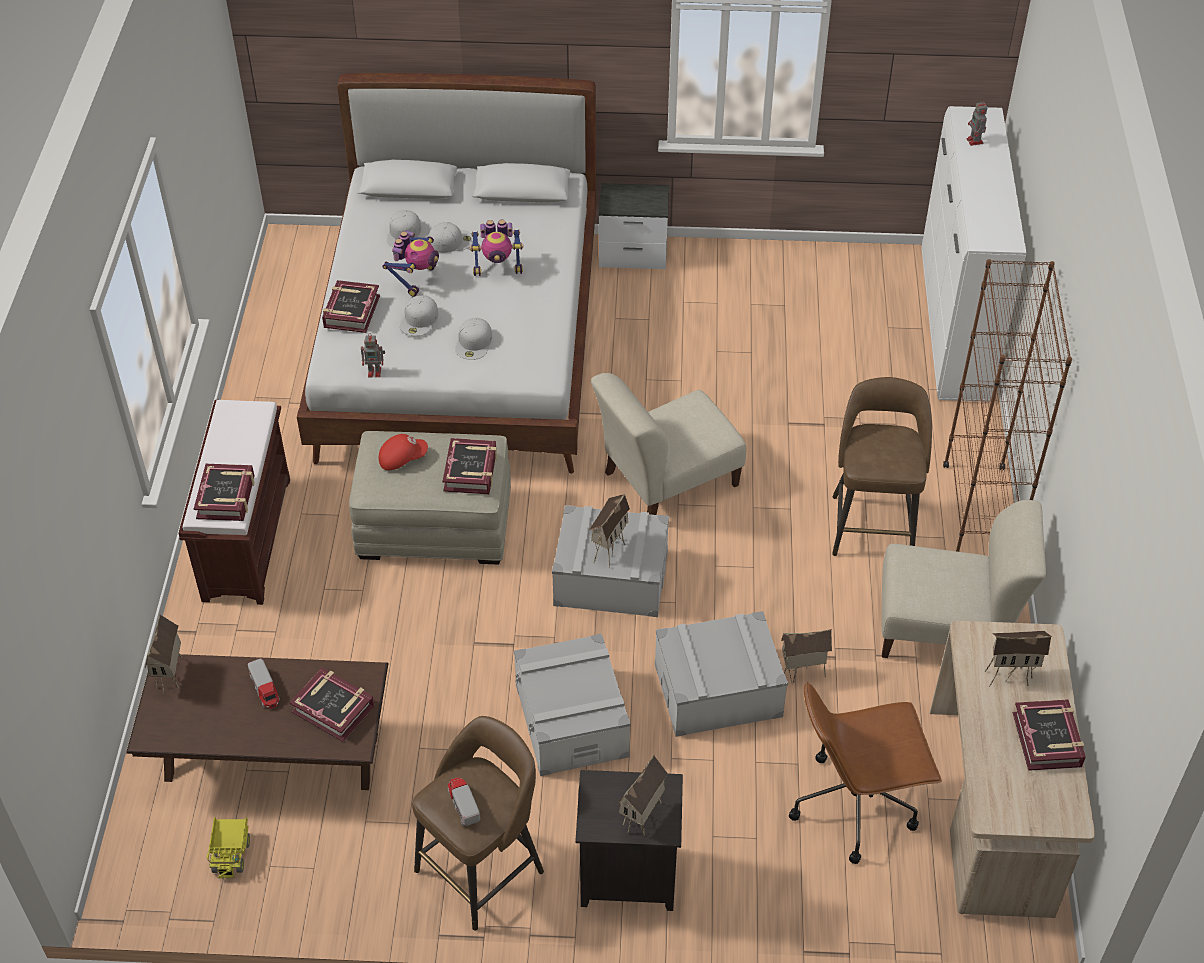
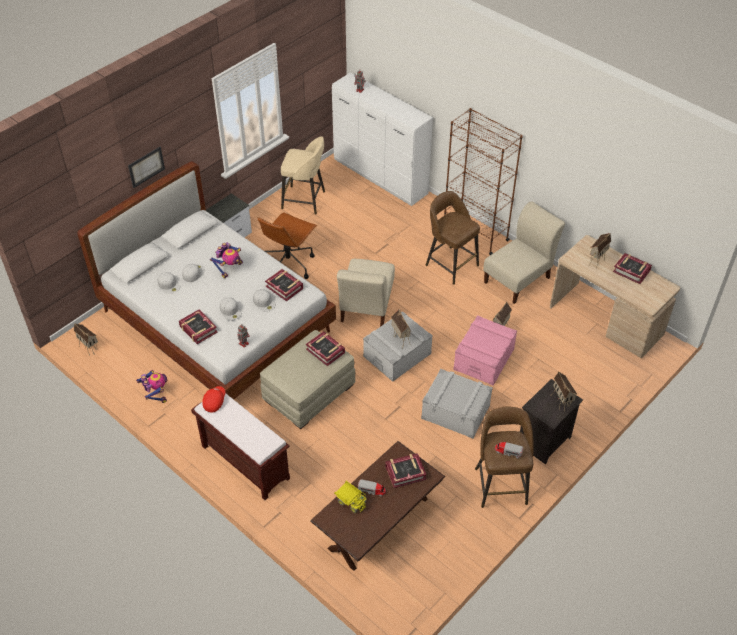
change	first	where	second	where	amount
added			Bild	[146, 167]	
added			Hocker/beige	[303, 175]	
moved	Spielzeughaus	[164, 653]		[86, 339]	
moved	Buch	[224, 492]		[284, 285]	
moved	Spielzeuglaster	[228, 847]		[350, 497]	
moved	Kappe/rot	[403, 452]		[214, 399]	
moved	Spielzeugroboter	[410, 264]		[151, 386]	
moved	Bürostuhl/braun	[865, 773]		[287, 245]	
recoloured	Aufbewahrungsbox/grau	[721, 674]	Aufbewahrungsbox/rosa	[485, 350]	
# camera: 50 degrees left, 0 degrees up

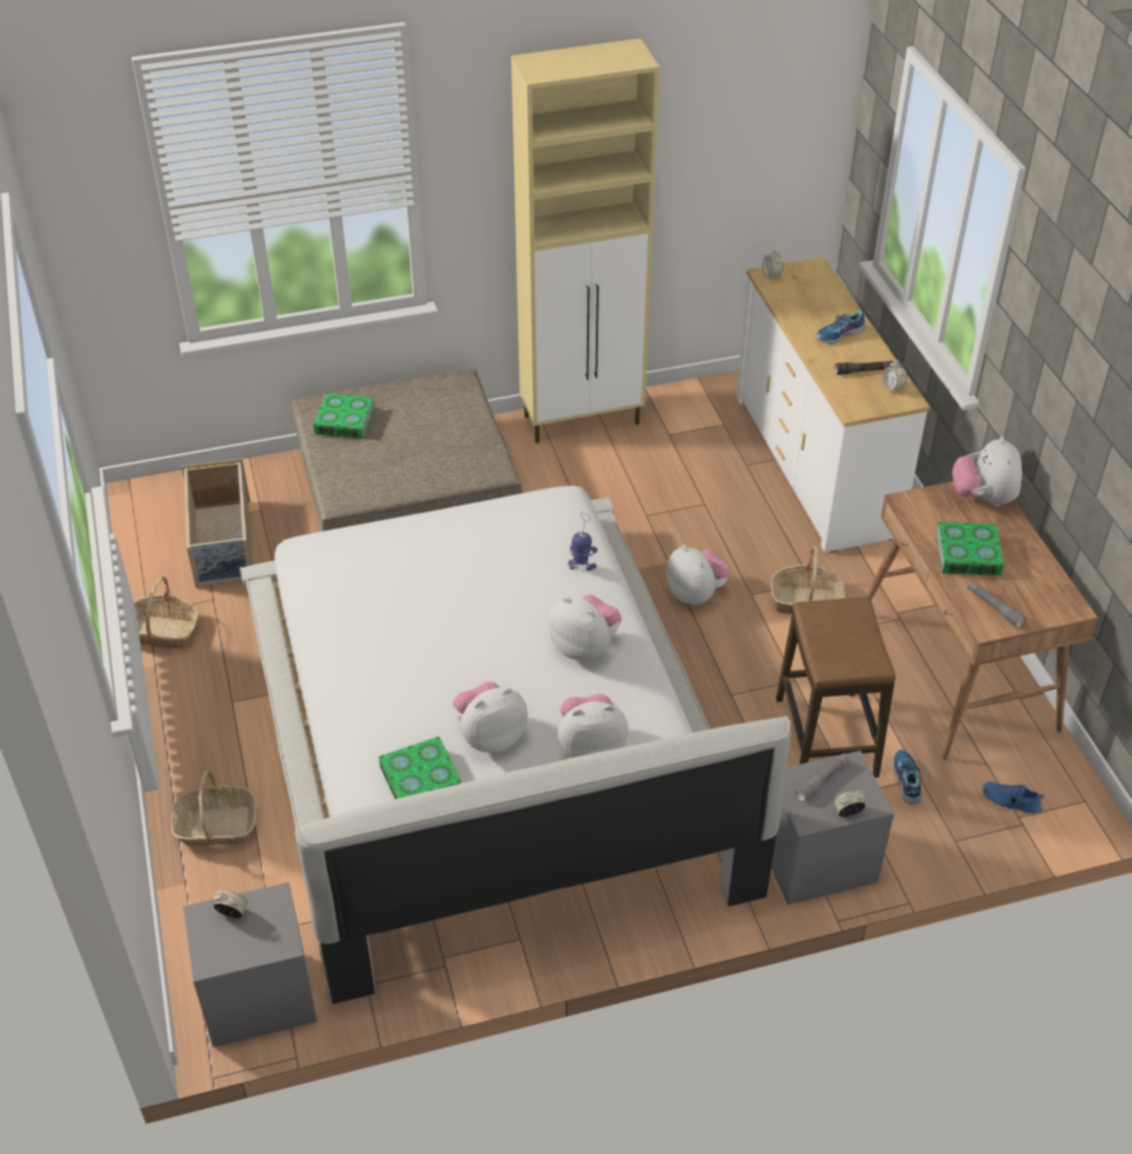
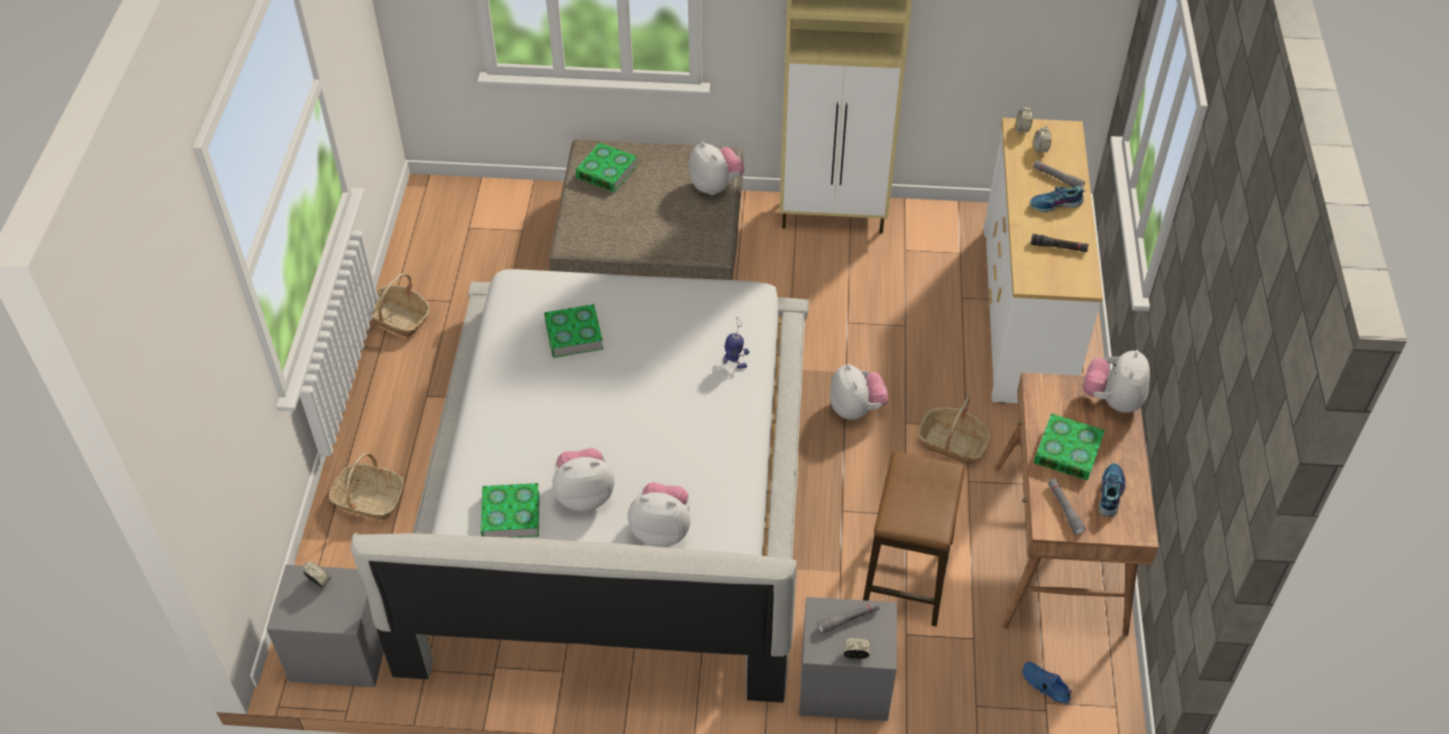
change	first	where	second	where	amount
removed	Aufbewahrungsbox/beige	[217, 523]			
added			Buch	[573, 331]	
added			Taschenlampe/grau	[1059, 174]	
moved	Plüschtier	[585, 628]		[716, 168]	
moved	Wecker	[894, 377]		[1042, 140]	
moved	Schuh	[907, 777]		[1112, 490]	
# camera: 20 degrees right, 5 degrees up

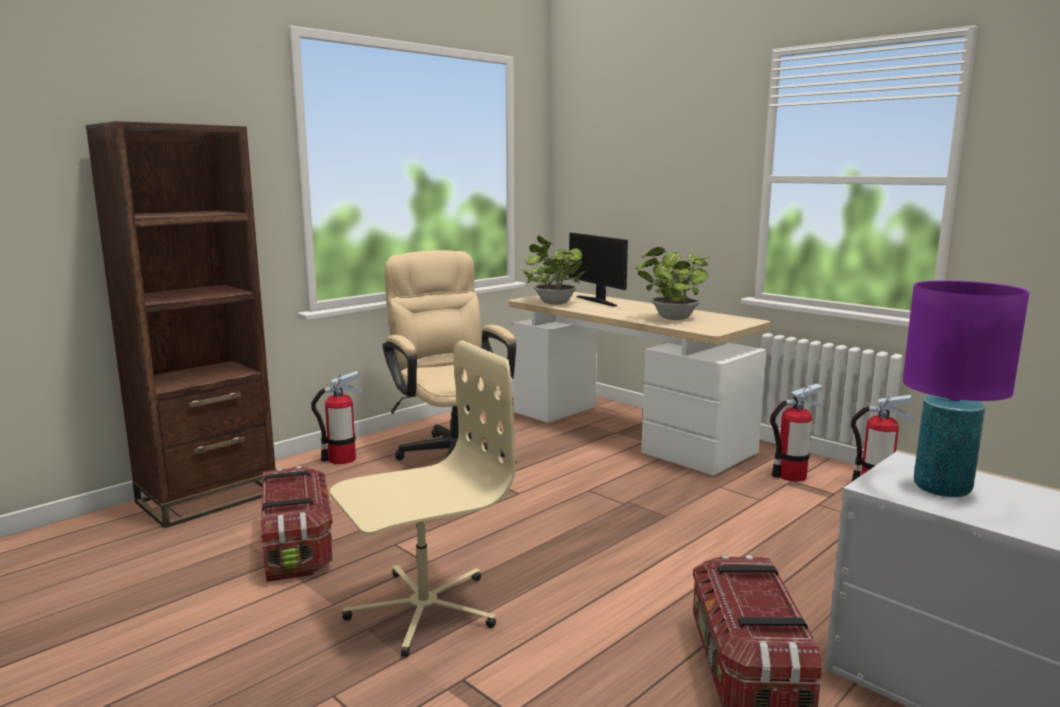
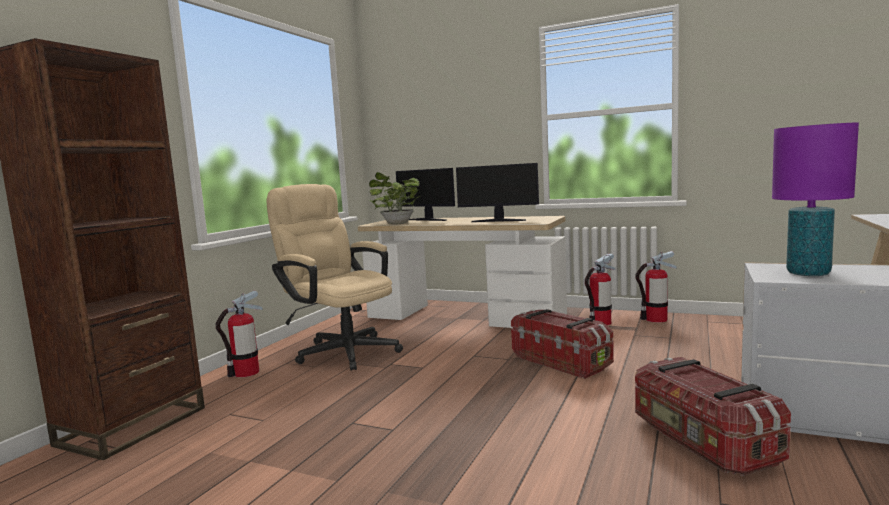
change	first	where	second	where	amount
removed	Bürostuhl/beige	[423, 498]			
moved	Aufbewahrungsbox	[296, 524]		[562, 344]	
replaced	Topfpflanze	[672, 283]	Monitor	[497, 192]	
# camera: 20 degrees left, 5 degrees down

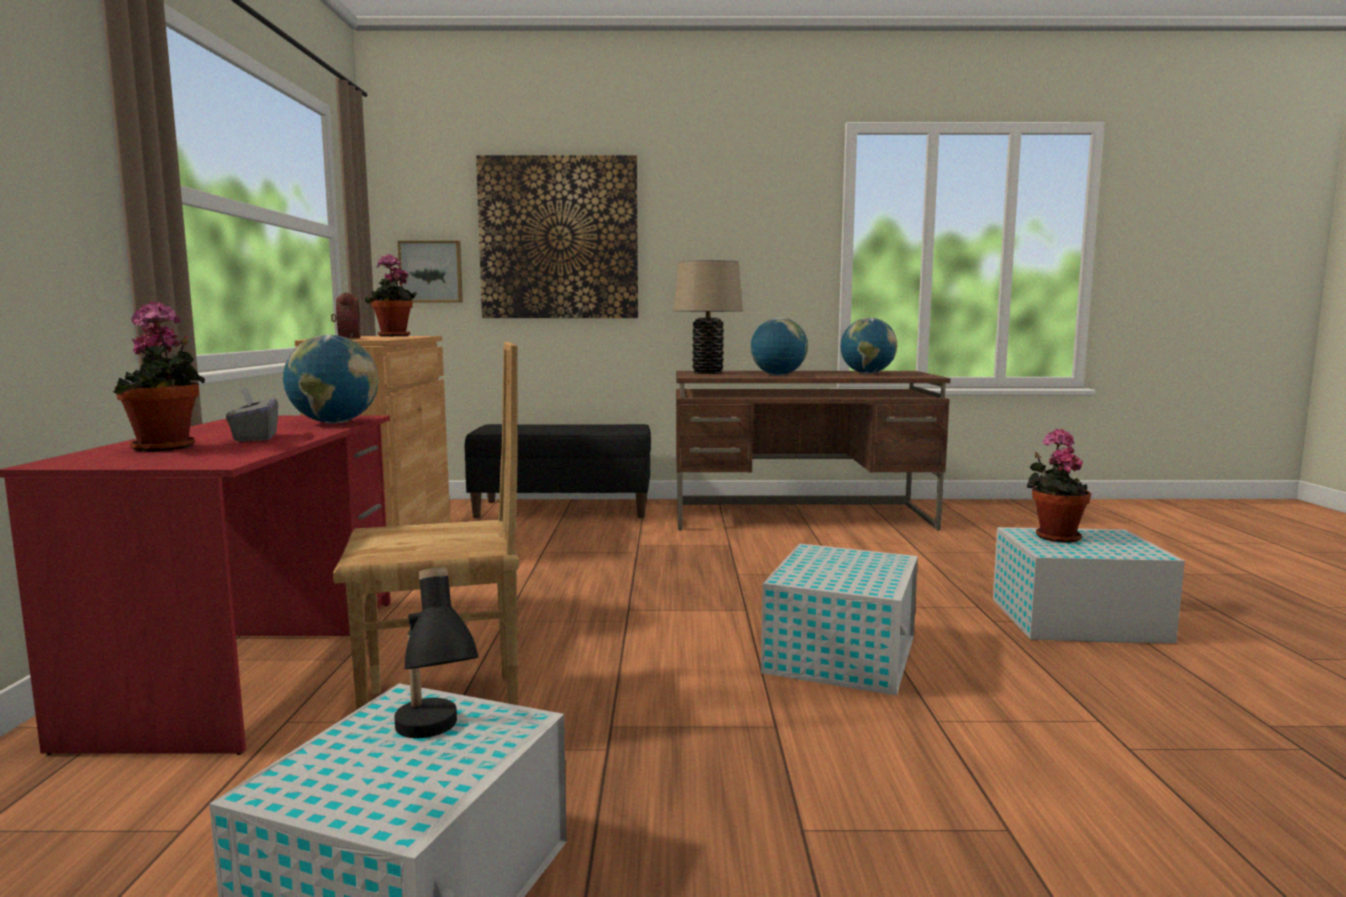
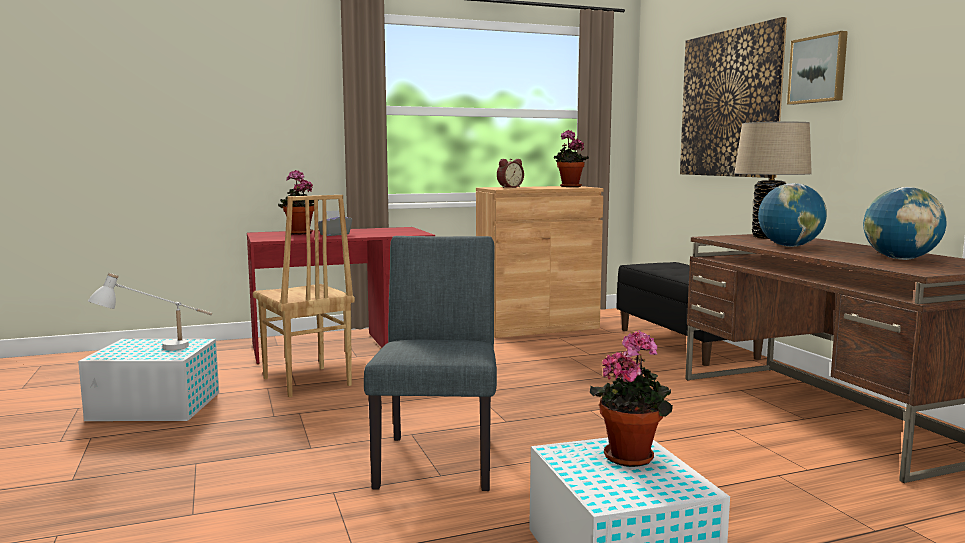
change	first	where	second	where	amount
removed	Globus	[330, 379]			
moved	Bild	[430, 272]		[817, 68]	
replaced	Aufbewahrungsbox/weiß	[839, 619]	Stuhl/grau	[430, 363]	
recoloured	Tischlampe/schwarz	[437, 653]	Tischlampe/weiß	[150, 311]	
# camera: 70 degrees right, 0 degrees up

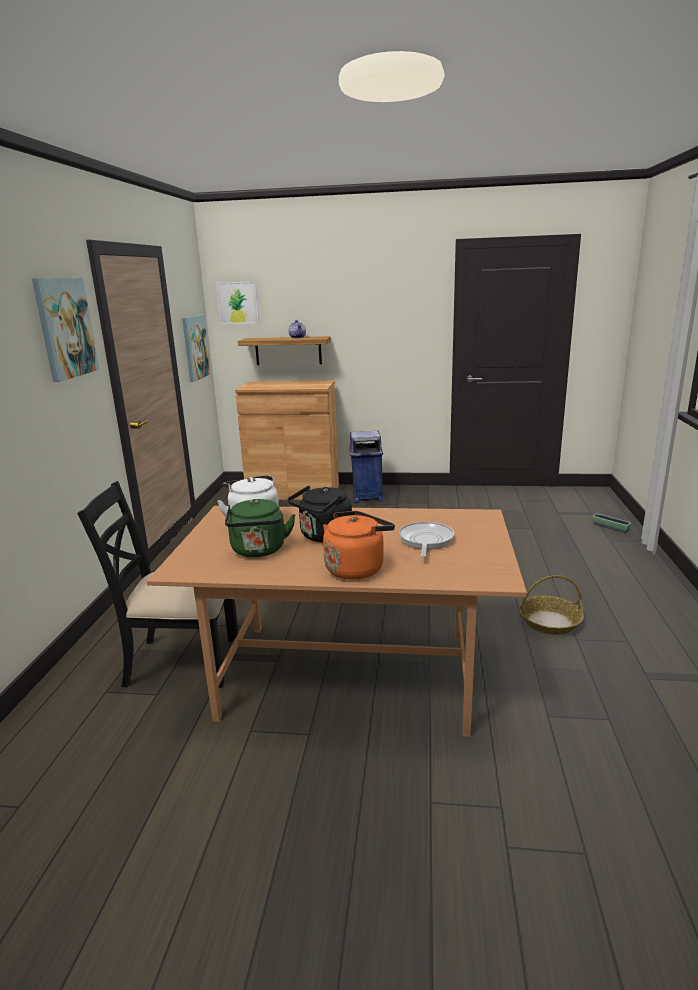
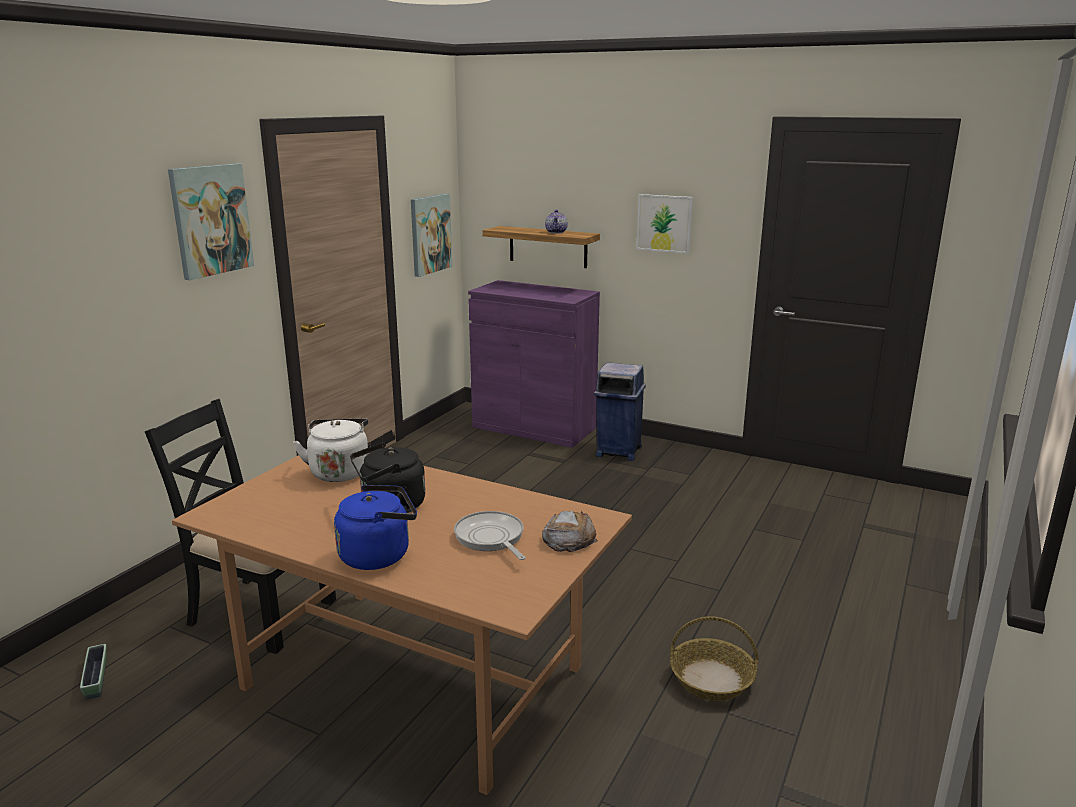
change	first	where	second	where	amount
removed	Wasserkessel/grün	[260, 528]			
added			Brot	[570, 531]	
moved	Bild	[237, 302]		[665, 224]	
moved	Pflanzkübel	[612, 523]		[93, 671]	
recoloured	Schrank/braun	[287, 440]	Schrank/lila	[534, 364]	
recoloured	Wasserkessel/orange	[359, 545]	Wasserkessel/blau	[375, 527]	
turned	Pfanne	[426, 539]		[490, 535]	60 degrees counterclockwise
# camera: 20 degrees right, 0 degrees up

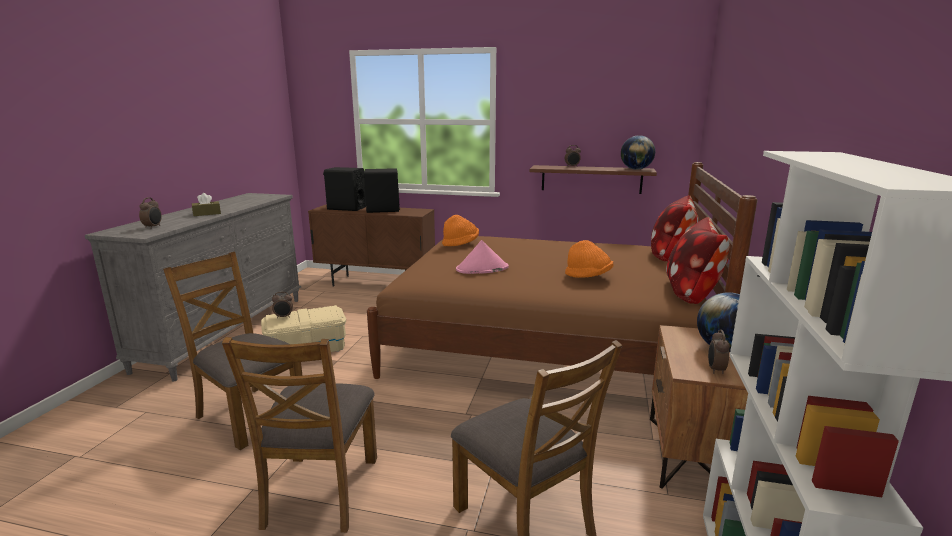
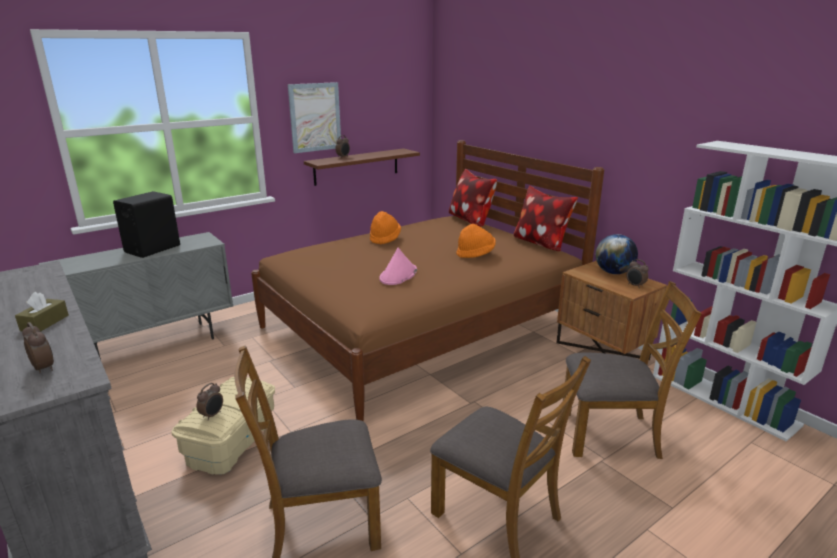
change	first	where	second	where	amount
removed	Lautsprecher/schwarz	[344, 189]			
removed	Globus	[638, 152]			
added			Bild	[314, 117]	
moved	Hut/orange	[460, 230]		[385, 227]	
recoloured	Schrank/braun	[371, 245]	Schrank/grau	[136, 296]	
# camera: 50 degrees left, 5 degrees up

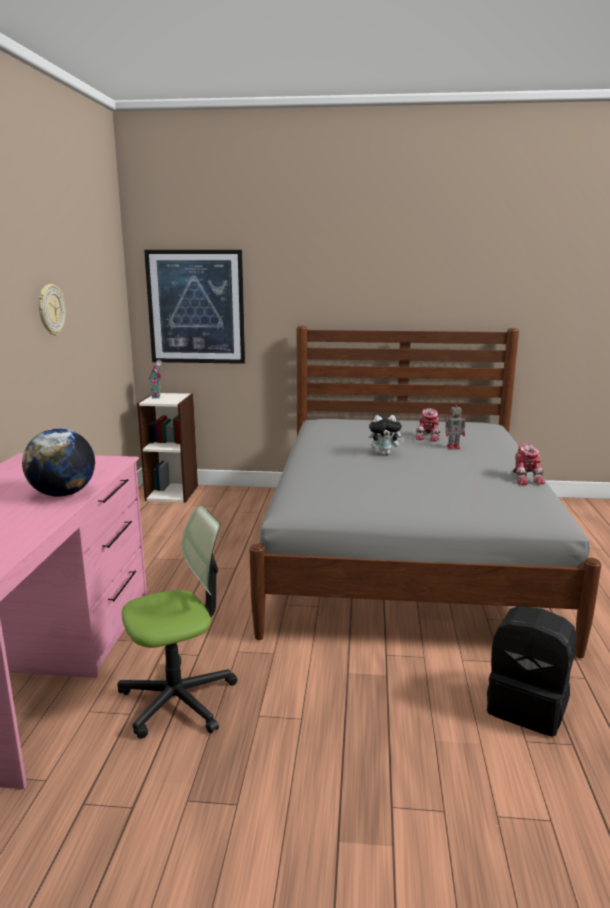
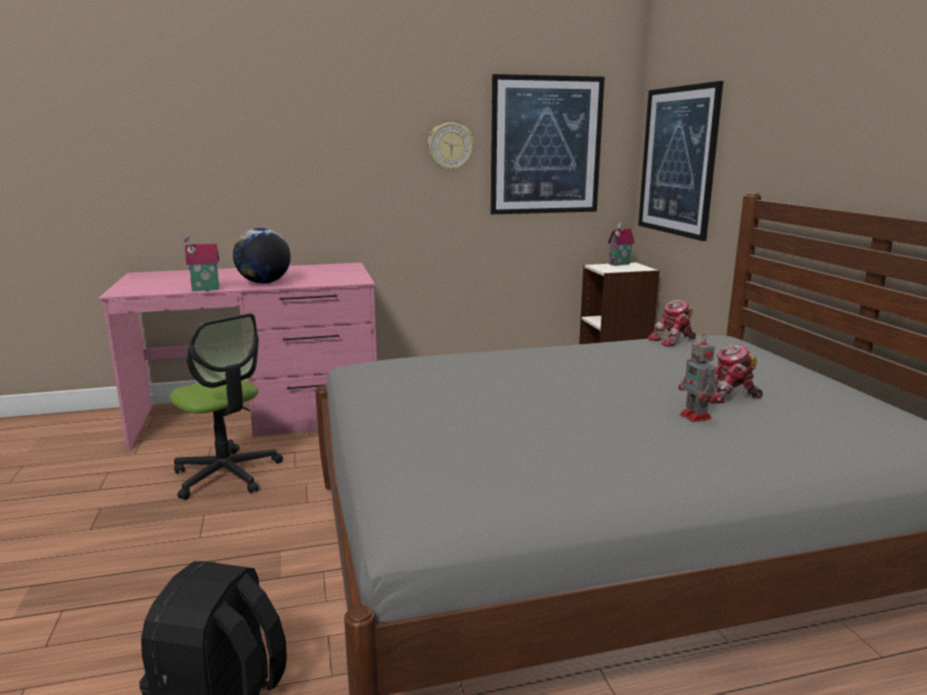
change	first	where	second	where	amount
removed	Plüschtier	[386, 435]			
added			Spielzeughaus	[200, 262]	
added			Bild	[548, 144]	
moved	Spielzeugroboter	[529, 464]		[672, 323]	
# camera: 70 degrees right, 0 degrees up

